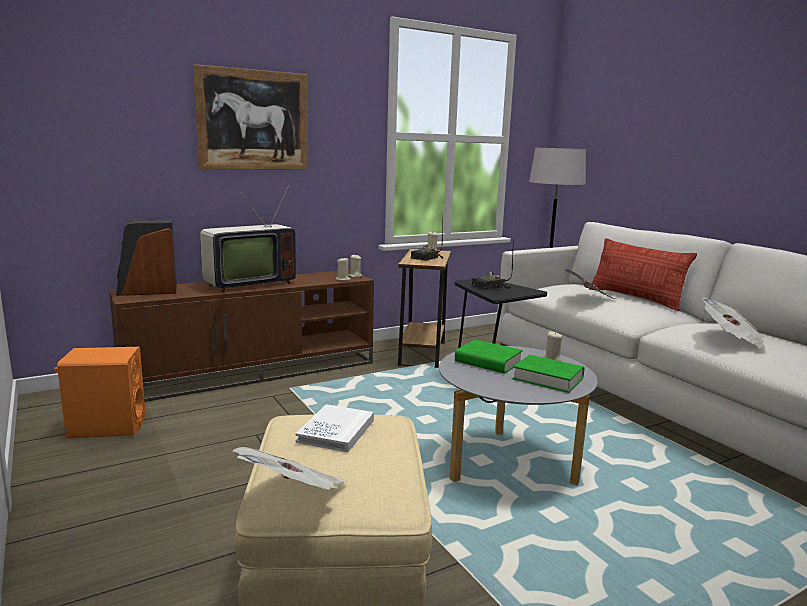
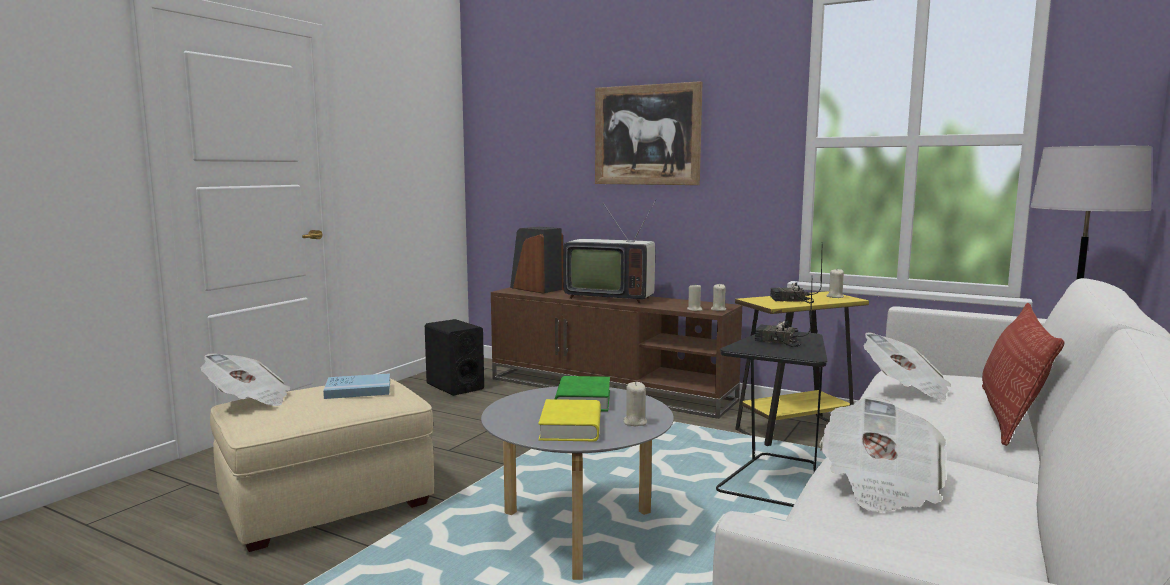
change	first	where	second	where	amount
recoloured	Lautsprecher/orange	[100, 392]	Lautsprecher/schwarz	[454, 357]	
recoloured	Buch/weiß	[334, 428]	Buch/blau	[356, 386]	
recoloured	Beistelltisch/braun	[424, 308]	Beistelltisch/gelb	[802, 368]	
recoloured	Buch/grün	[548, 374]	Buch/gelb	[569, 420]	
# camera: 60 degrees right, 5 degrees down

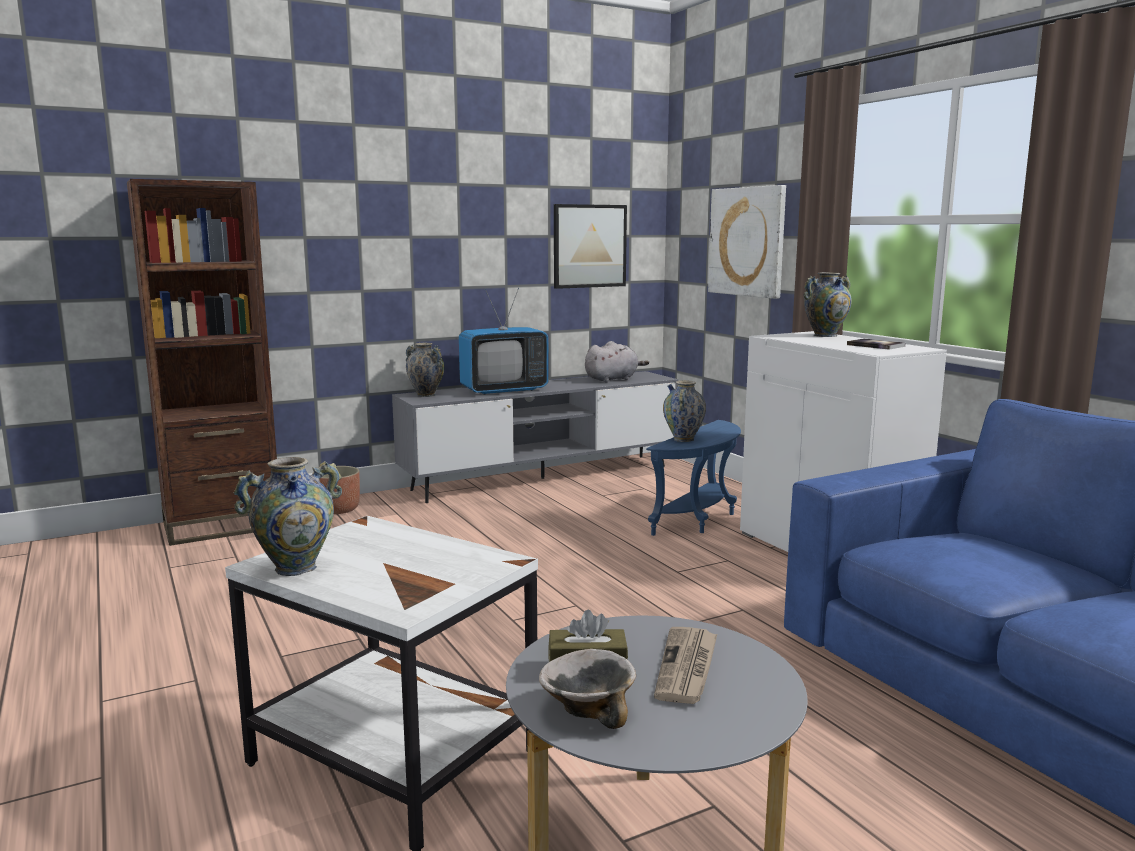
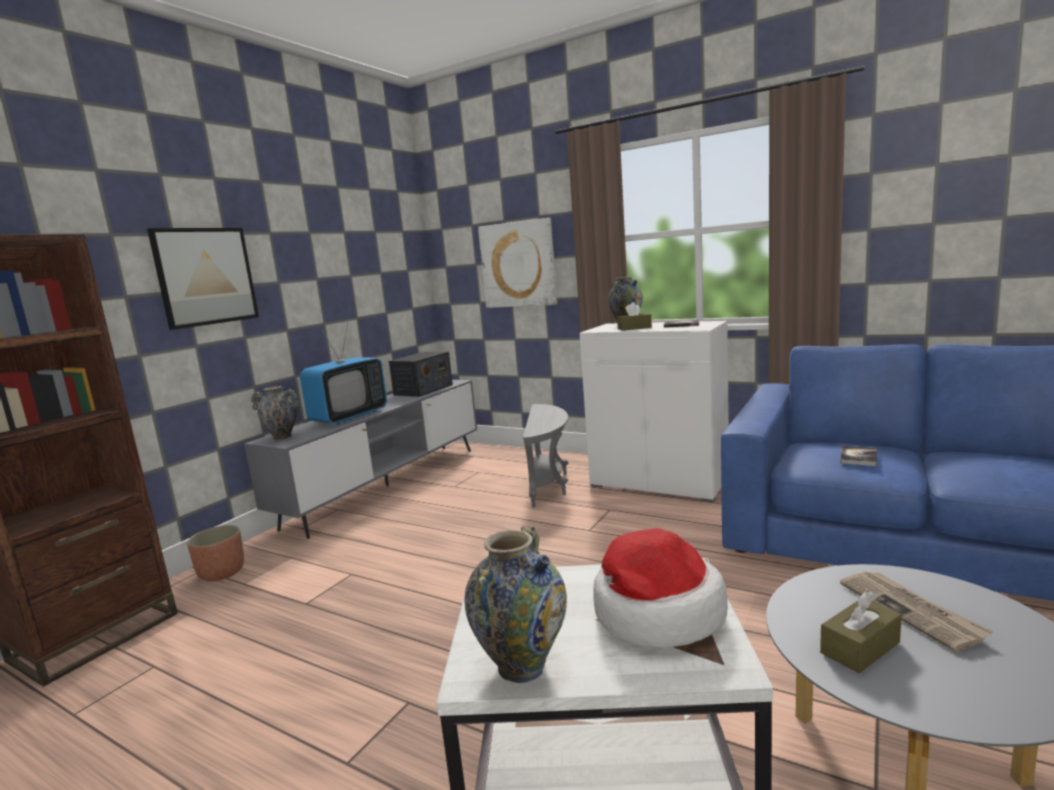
change	first	where	second	where	amount
removed	Schüssel	[587, 689]			
removed	Vase	[684, 411]			
added			Hut	[660, 588]	
added			Taschentuchbox/braun	[634, 316]	
added			Buch	[858, 456]	
moved	Bild	[590, 246]		[203, 279]	
replaced	Plüschtier/grau	[617, 362]	Radio	[421, 374]	
recoloured	Beistelltisch/blau	[693, 478]	Beistelltisch/grau	[545, 456]	
# camera: 30 degrees left, 0 degrees up

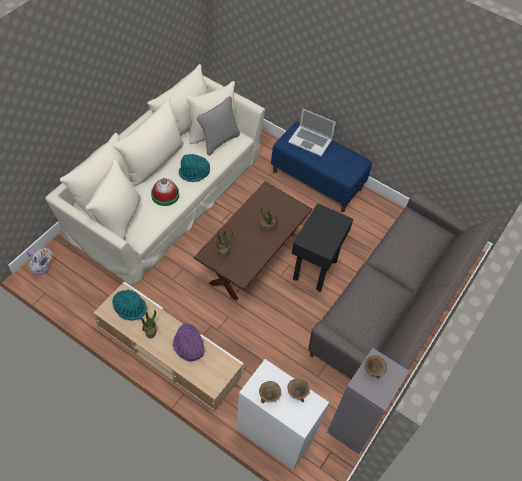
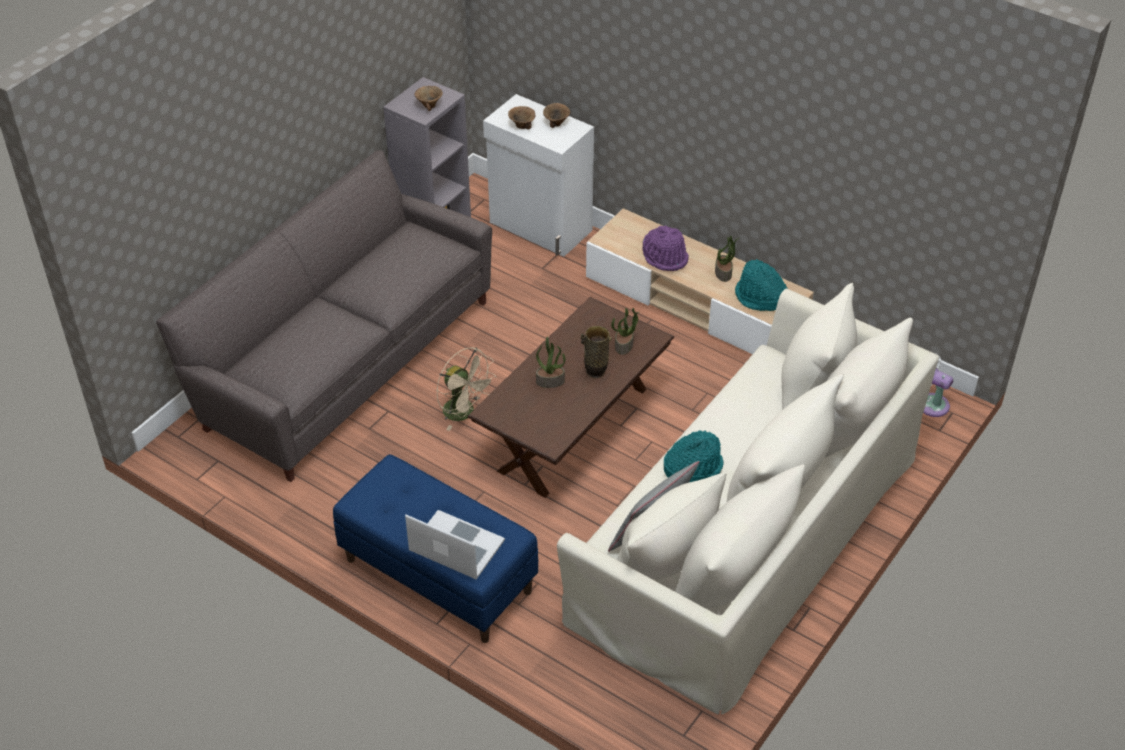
change	first	where	second	where	amount
removed	Hut	[165, 192]			
added			Vase	[596, 352]	
replaced	Beistelltisch/schwarz	[322, 247]	Ventilator/beige	[465, 389]	
# camera: 175 degrees left, 10 degrees down

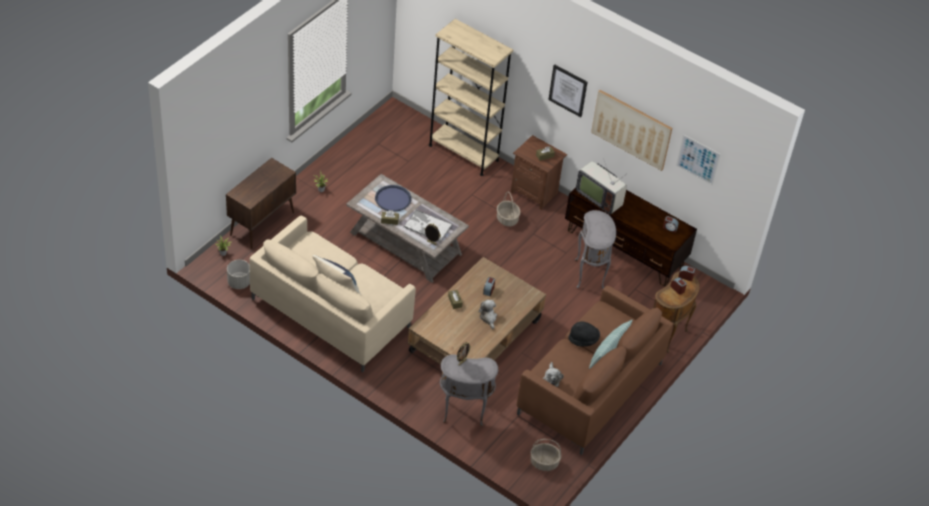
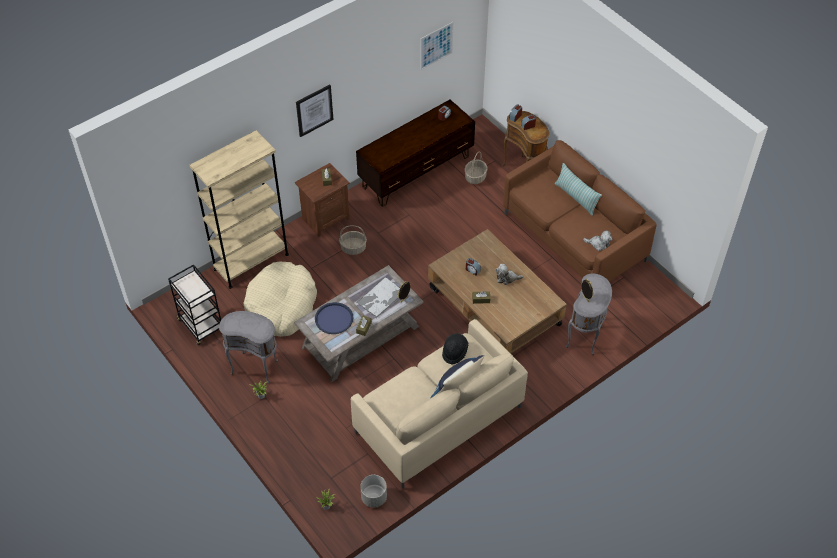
change	first	where	second	where	amount
removed	Schrank/braun	[261, 203]			
removed	Fernseher	[601, 187]			
removed	Bild	[631, 130]			
added			Rollwagen/schwarz	[194, 304]	
added			Hundebett/beige	[280, 299]	
moved	Korb	[546, 455]		[475, 167]	
moved	Hut/schwarz	[584, 334]		[455, 349]	
moved	Beistelltisch/grau	[595, 249]		[248, 347]	
# camera: 70 degrees left, 5 degrees up

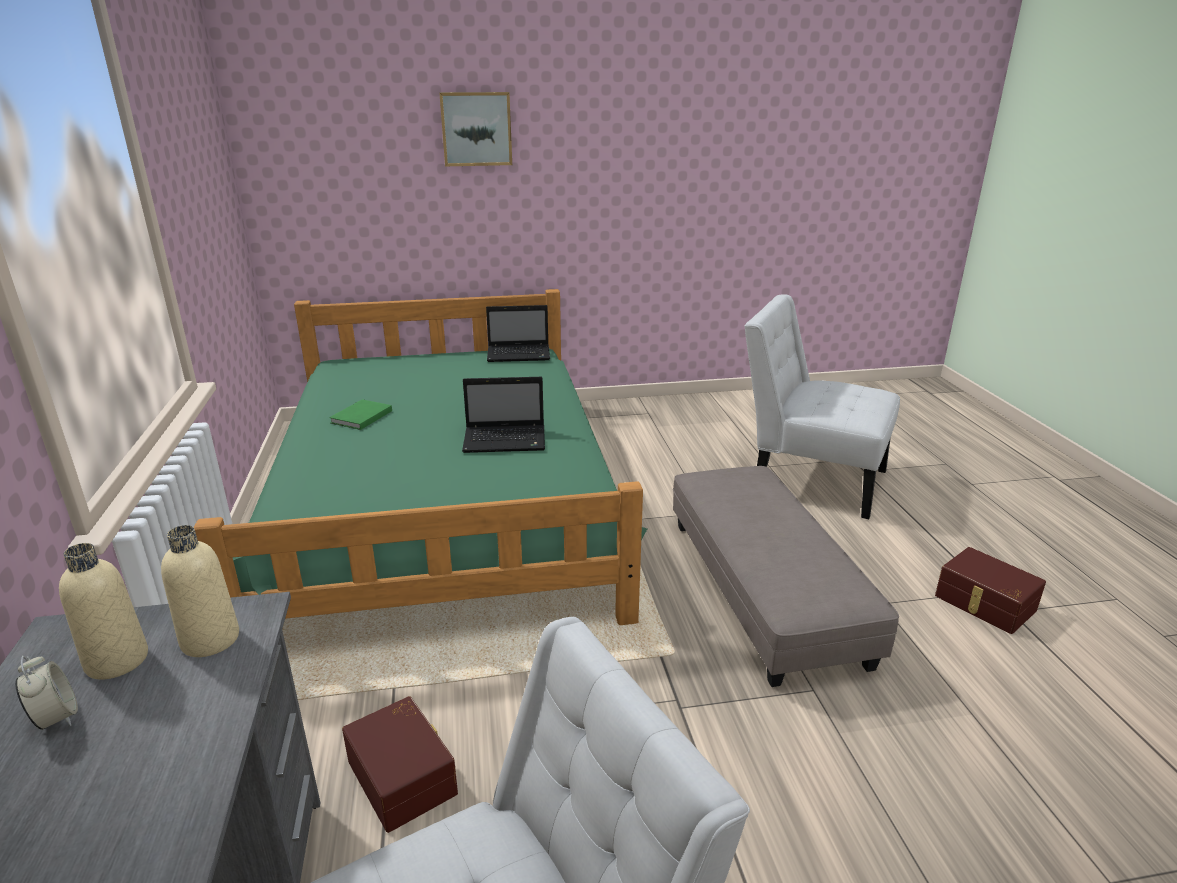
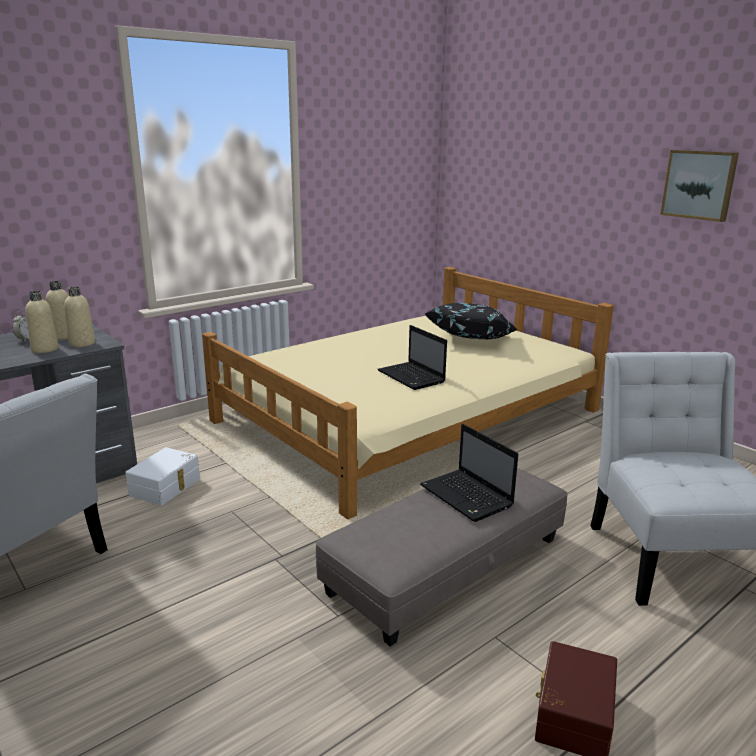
change	first	where	second	where	amount
removed	Buch/grün	[360, 414]			
added			Flasche/beige	[42, 322]	
added			Kissen/schwarz	[471, 321]	
moved	Bild	[475, 129]		[699, 186]	
moved	Laptop	[518, 333]		[469, 473]	
recoloured	Bett/grün	[420, 457]	Bett/beige	[408, 393]	
recoloured	Aufbewahrungsbox/braun	[400, 764]	Aufbewahrungsbox/weiß	[162, 476]	
# camera: 60 degrees right, 5 degrees down

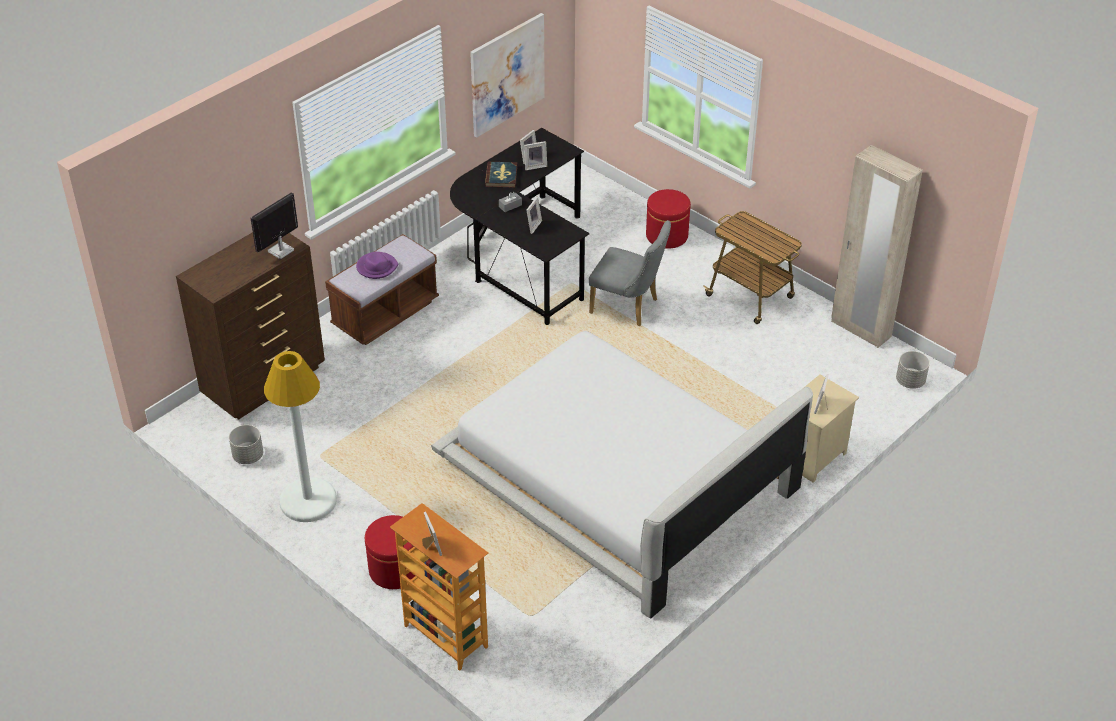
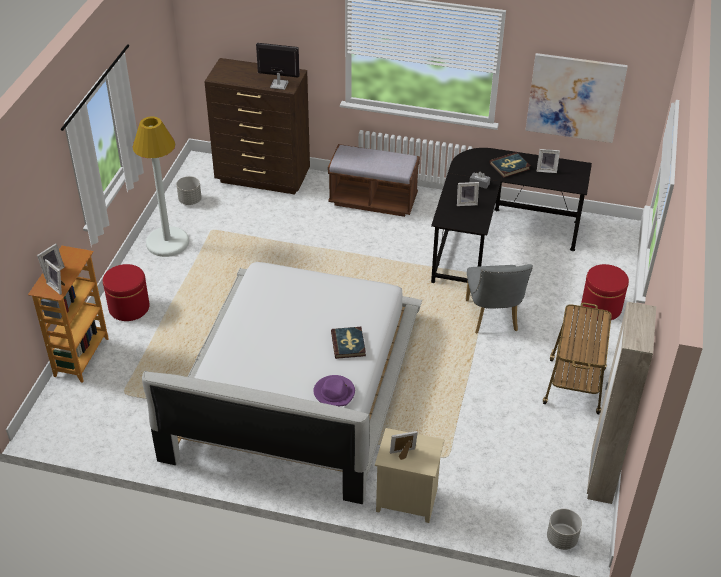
change	first	where	second	where	amount
added			Buch	[348, 343]	
moved	Hut/lila	[377, 265]		[334, 390]	
moved	Bilderrahmen	[535, 155]		[55, 277]	
# camera: 60 degrees right, 0 degrees up

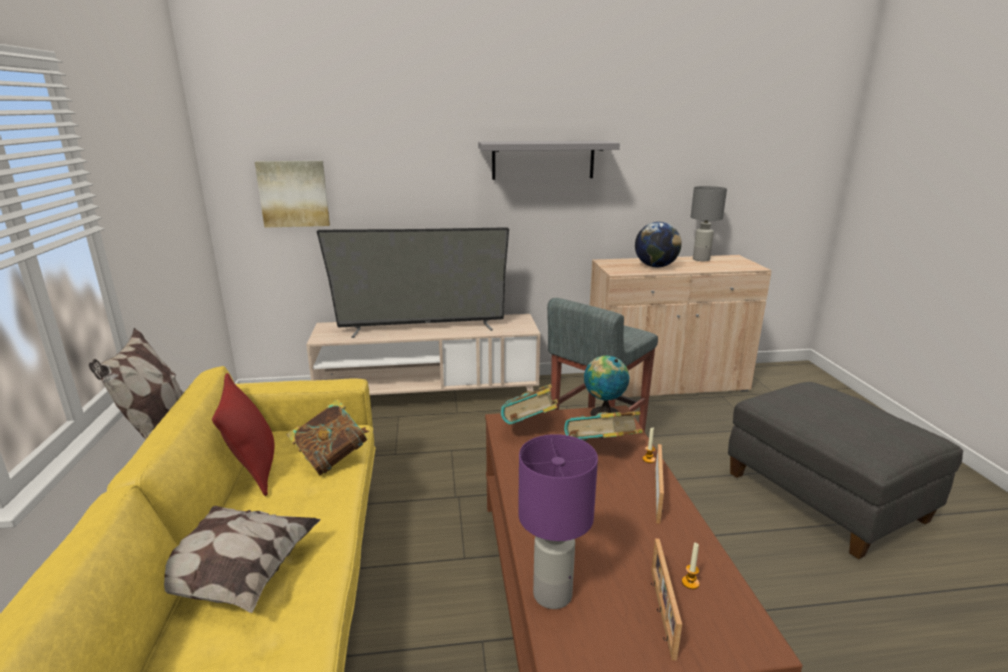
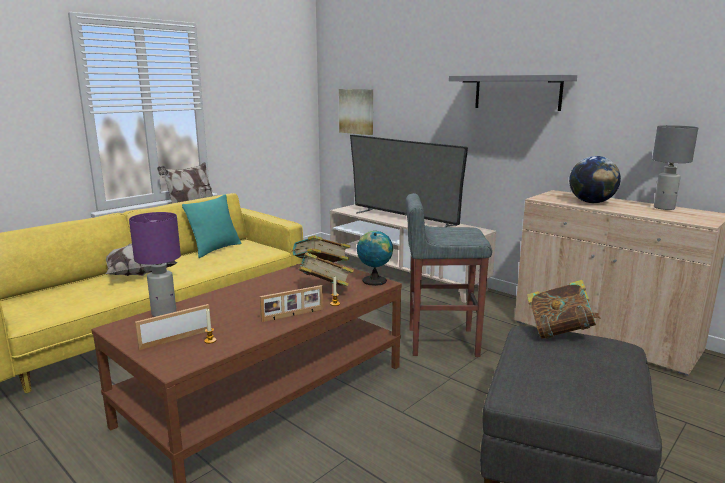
change	first	where	second	where	amount
moved	Buch	[328, 437]		[564, 309]	
recoloured	Kissen/rot	[243, 434]	Kissen/türkis	[212, 226]	
# camera: 50 degrees right, 5 degrees down

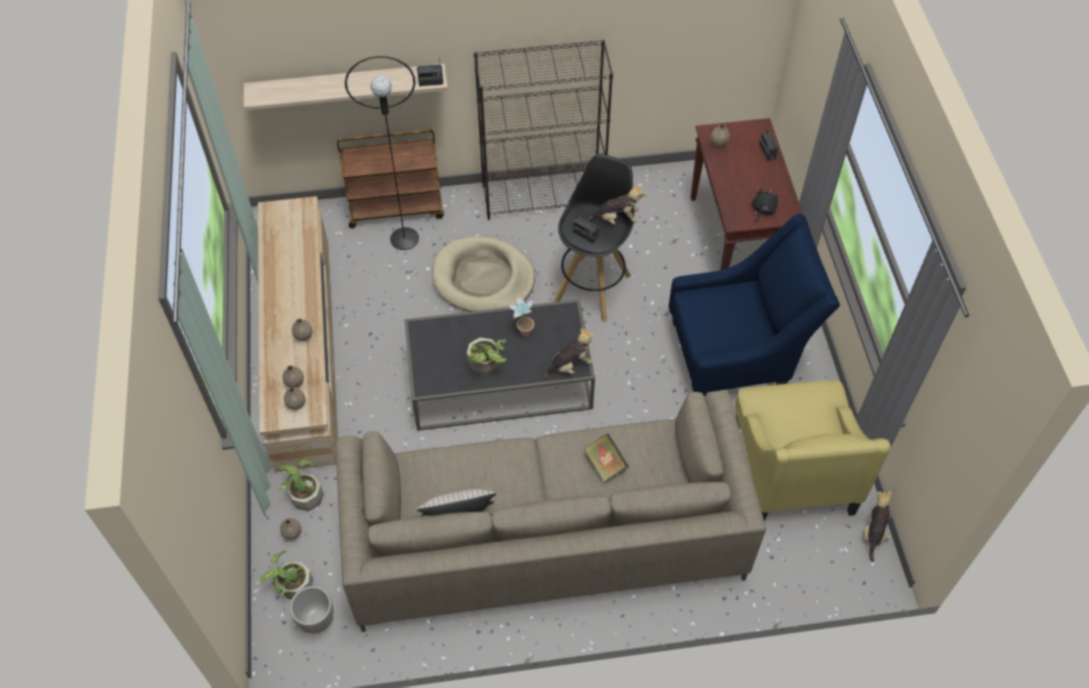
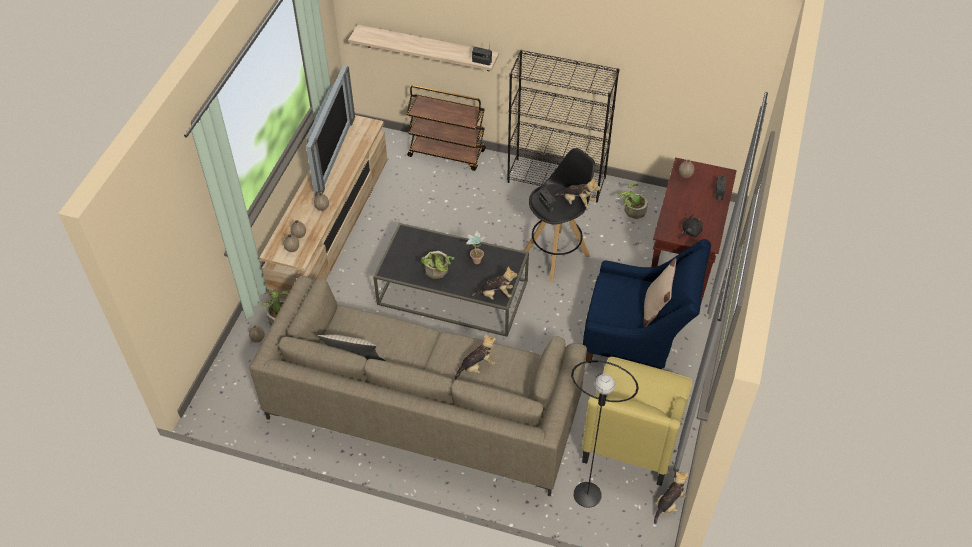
change	first	where	second	where	amount
removed	Pflanzkübel	[312, 610]			
removed	Hundebett/beige	[483, 274]			
added			Fernseher	[330, 131]	
added			Kissen/beige	[660, 292]	
moved	Topfpflanze	[286, 574]		[632, 201]	
moved	Stehlampe/schwarz	[382, 153]		[605, 434]	
replaced	Buch	[606, 458]	Plüschtier	[475, 357]	
# camera: 25 degrees right, 5 degrees down

